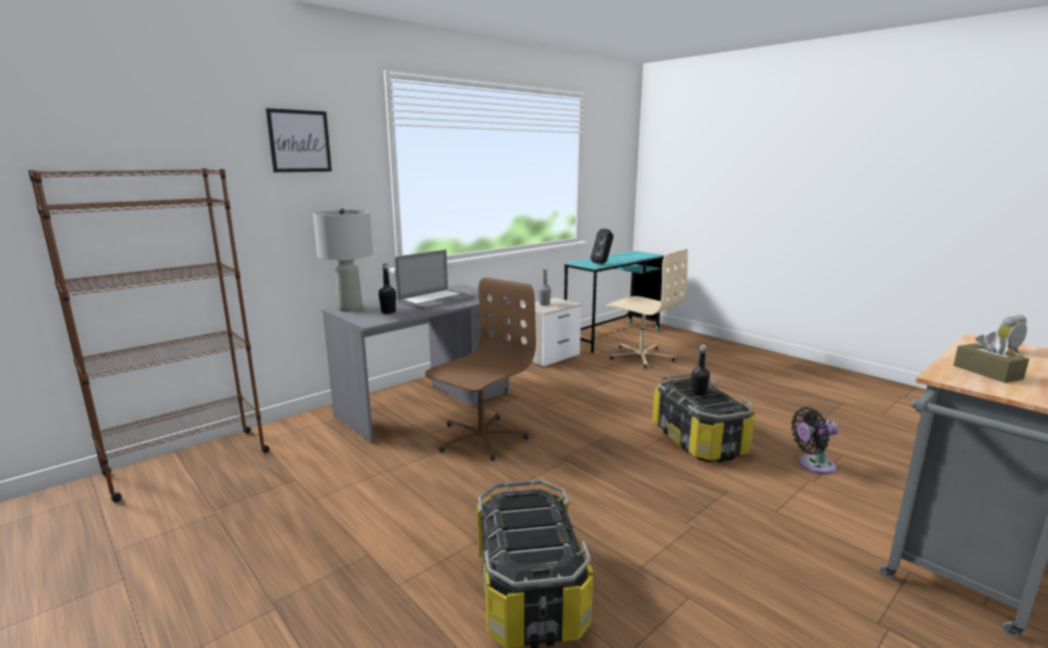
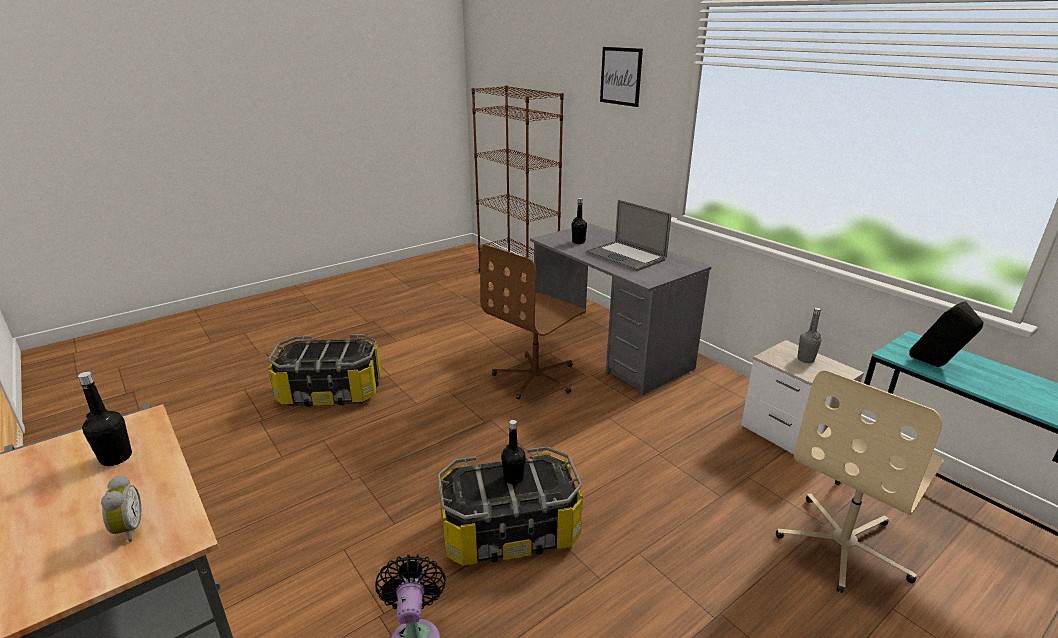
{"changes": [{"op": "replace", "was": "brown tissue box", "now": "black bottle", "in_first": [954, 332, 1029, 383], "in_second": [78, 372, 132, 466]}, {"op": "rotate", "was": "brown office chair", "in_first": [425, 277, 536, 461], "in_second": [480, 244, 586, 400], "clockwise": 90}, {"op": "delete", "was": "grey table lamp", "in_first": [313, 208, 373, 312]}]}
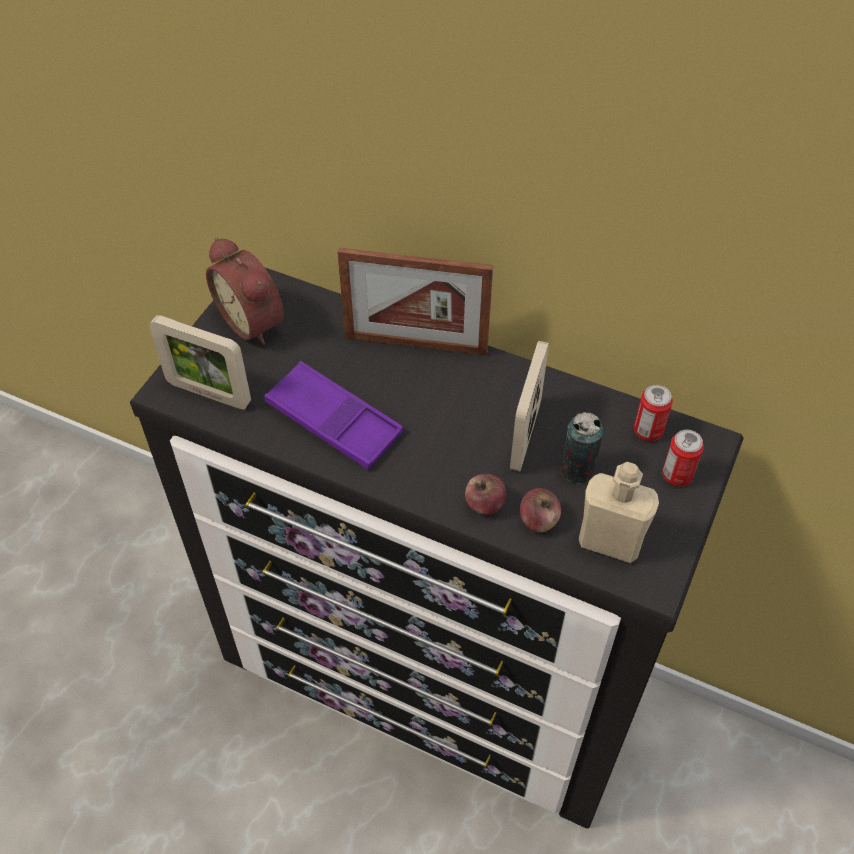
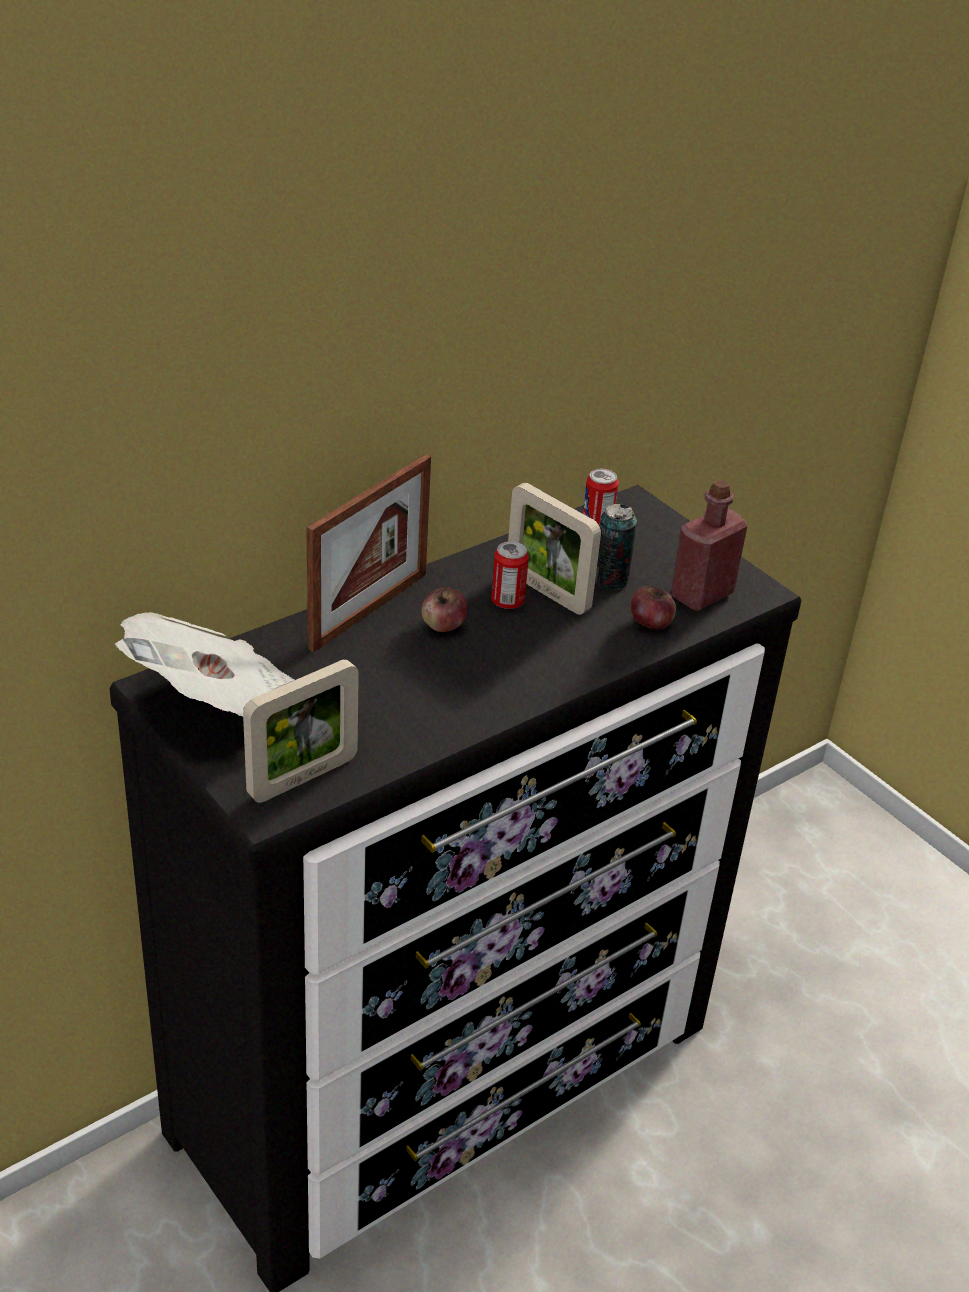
{"changes": [{"op": "replace", "was": "alarm clock", "now": "newspaper", "in_first": [206, 237, 284, 345], "in_second": [115, 612, 295, 716]}, {"op": "move", "was": "apple", "in_first": [465, 473, 506, 515], "in_second": [421, 588, 468, 632]}, {"op": "move", "was": "can", "in_first": [662, 430, 704, 486], "in_second": [491, 541, 529, 609]}, {"op": "recolor", "was": "beige bottle", "now": "red bottle", "in_first": [579, 462, 659, 563], "in_second": [671, 480, 747, 611]}, {"op": "delete", "was": "purple tray", "in_first": [264, 361, 403, 470]}]}
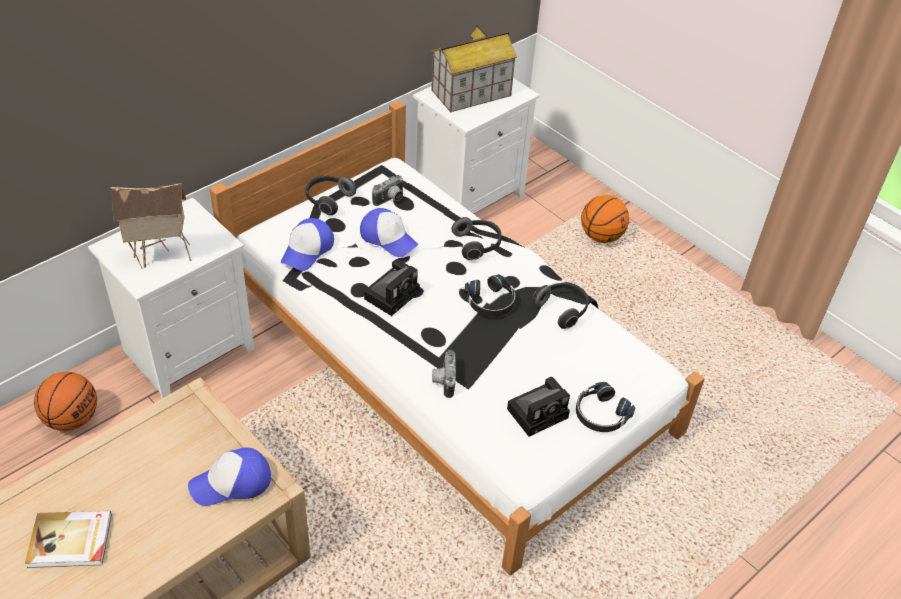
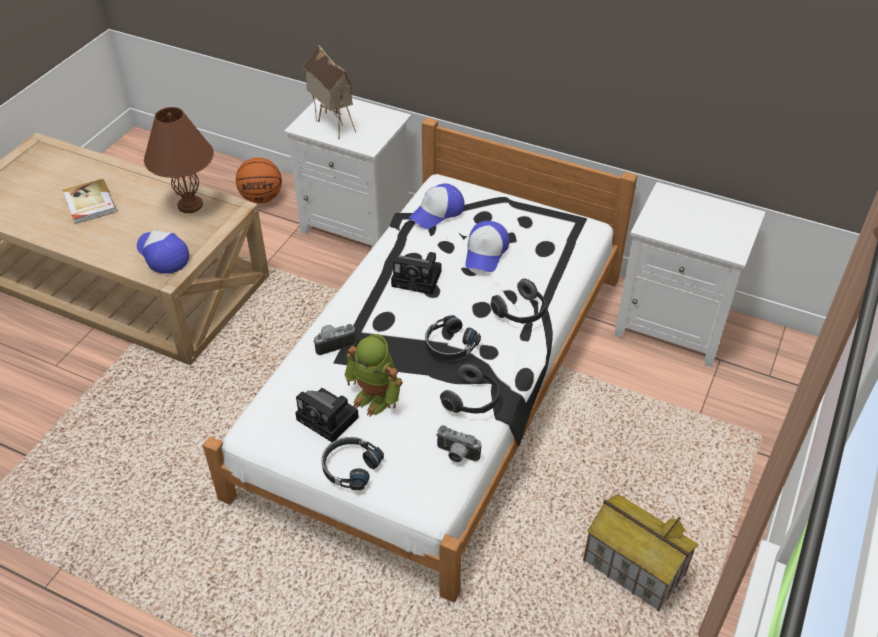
{"changes": [{"op": "insert", "now": "brown table lamp", "in_second": [144, 107, 214, 213]}, {"op": "insert", "now": "toy robot", "in_second": [344, 334, 403, 417]}, {"op": "rotate", "was": "cap", "in_first": [281, 218, 334, 271], "in_second": [409, 184, 465, 229], "clockwise": -45}, {"op": "move", "was": "photo camera", "in_first": [372, 175, 404, 206], "in_second": [436, 425, 481, 463]}, {"op": "move", "was": "toy house", "in_first": [431, 25, 517, 113], "in_second": [583, 494, 699, 612]}, {"op": "delete", "was": "headphones", "in_first": [306, 176, 356, 215]}, {"op": "delete", "was": "basketball", "in_first": [581, 195, 629, 243]}]}
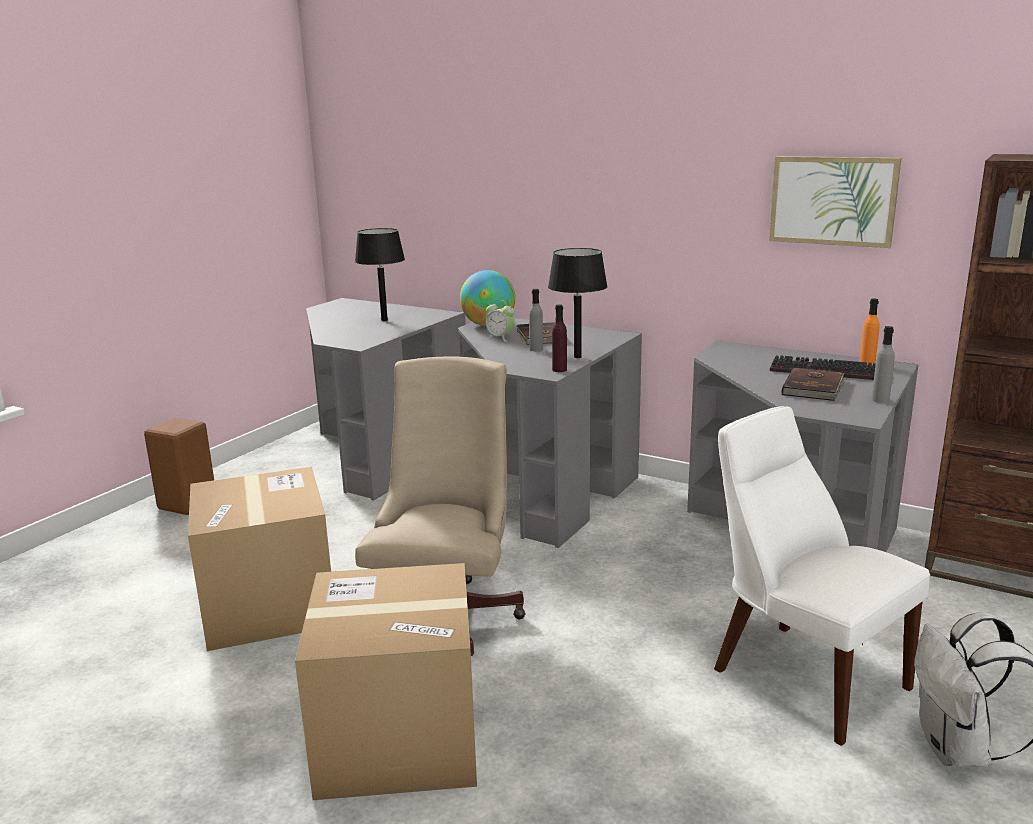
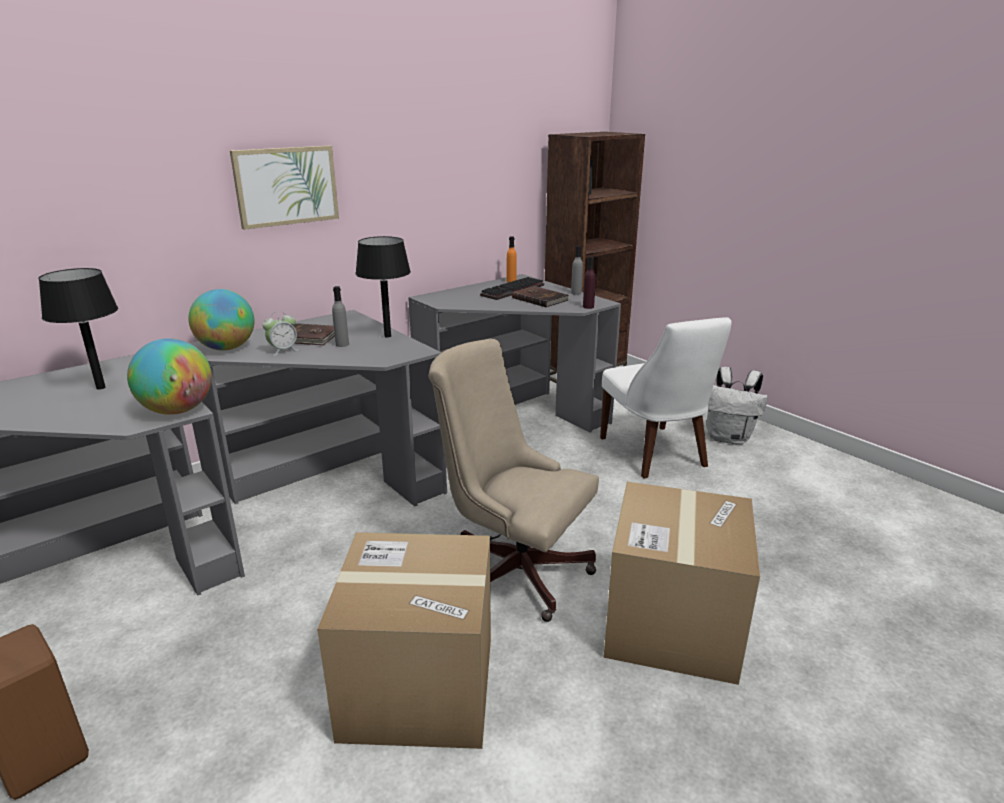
{"changes": [{"op": "insert", "now": "globe", "in_second": [127, 338, 212, 415]}, {"op": "move", "was": "picture", "in_first": [769, 156, 902, 248], "in_second": [230, 146, 339, 230]}, {"op": "move", "was": "purple bottle", "in_first": [552, 304, 567, 372], "in_second": [583, 256, 596, 309]}, {"op": "rotate", "was": "white chair", "in_first": [714, 406, 930, 746], "in_second": [600, 317, 732, 478], "clockwise": -90}]}
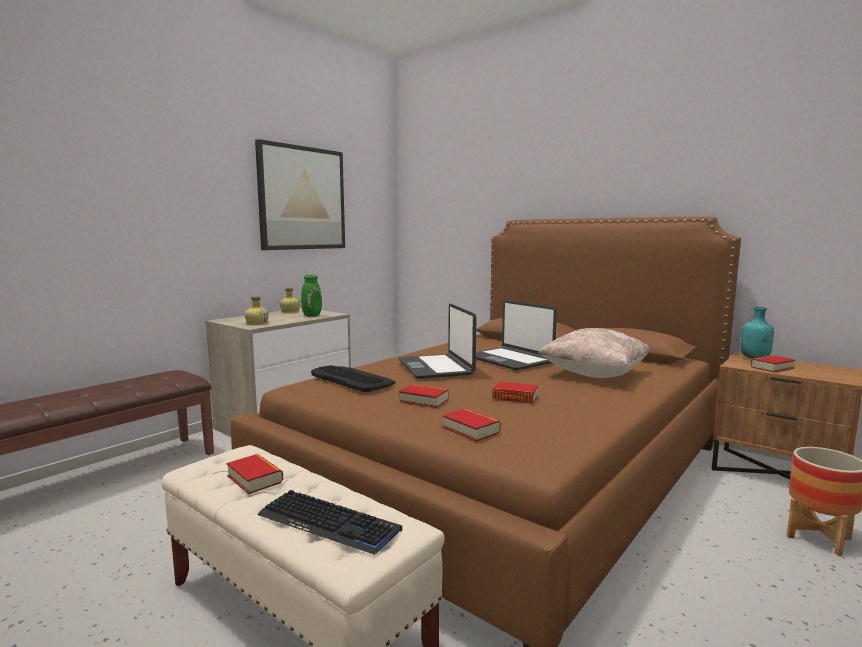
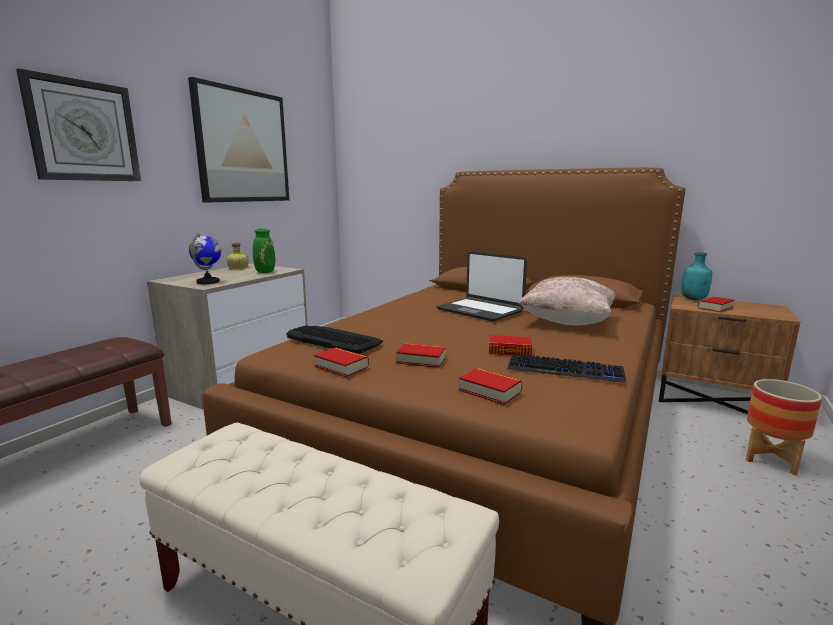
{"changes": [{"op": "insert", "now": "wall clock", "in_second": [16, 68, 141, 181]}, {"op": "replace", "was": "bottle", "now": "globe", "in_first": [245, 296, 269, 325], "in_second": [189, 233, 221, 284]}, {"op": "move", "was": "book", "in_first": [226, 454, 283, 494], "in_second": [314, 347, 369, 377]}, {"op": "move", "was": "keyboard", "in_first": [257, 490, 402, 555], "in_second": [507, 353, 626, 383]}, {"op": "delete", "was": "laptop", "in_first": [399, 304, 476, 379]}]}
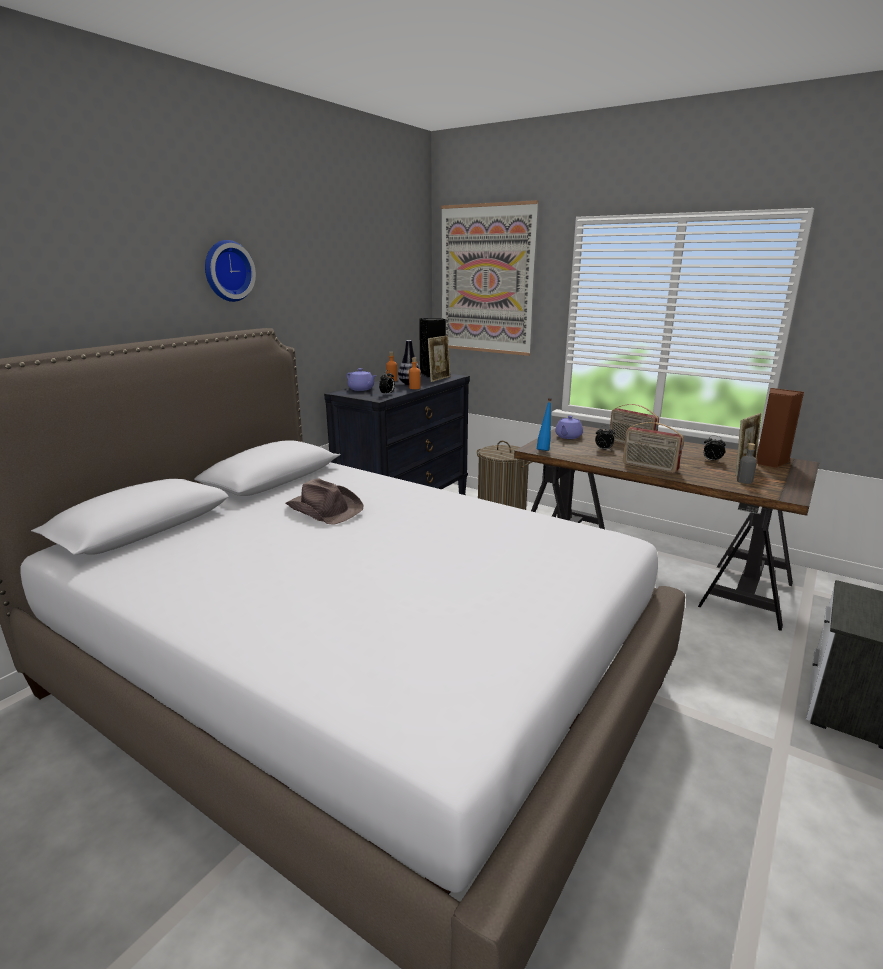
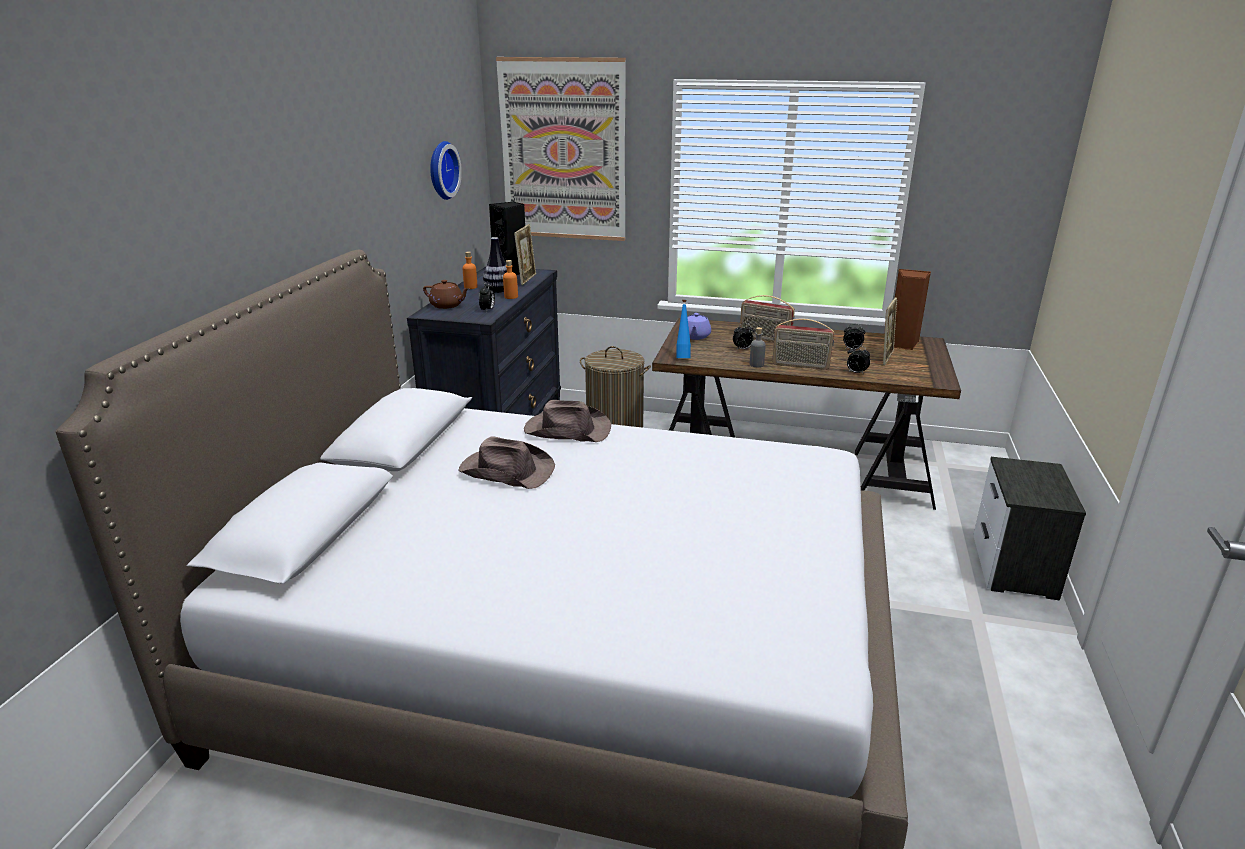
{"changes": [{"op": "recolor", "was": "purple teapot", "now": "brown teapot", "in_first": [347, 368, 377, 391], "in_second": [423, 280, 470, 309]}, {"op": "move", "was": "wall clock", "in_first": [205, 240, 256, 302], "in_second": [430, 141, 462, 200]}, {"op": "insert", "now": "brown hat", "in_second": [524, 400, 611, 442]}, {"op": "move", "was": "grey bottle", "in_first": [737, 443, 757, 484], "in_second": [750, 327, 766, 367]}, {"op": "insert", "now": "alarm clock", "in_second": [847, 345, 870, 375]}]}
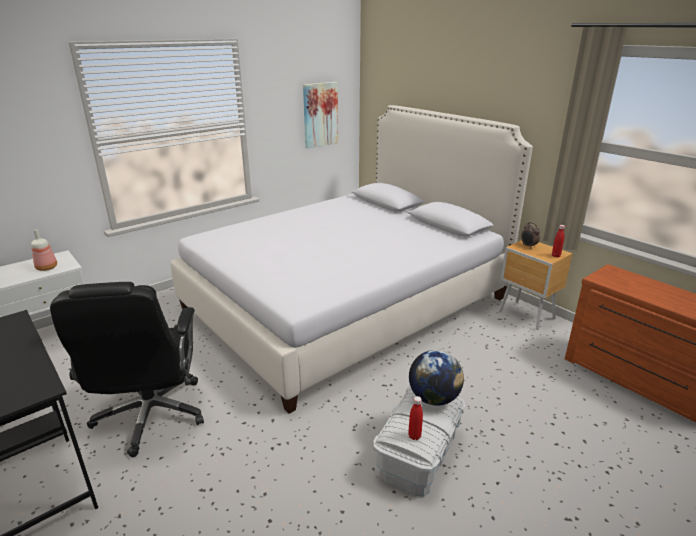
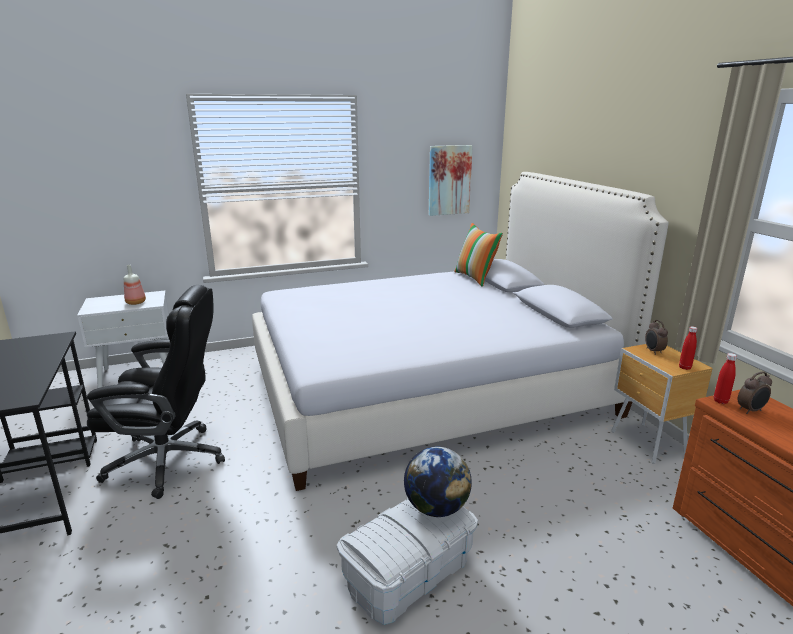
{"changes": [{"op": "rotate", "was": "black office chair", "in_first": [50, 282, 204, 457], "in_second": [87, 285, 225, 499], "clockwise": -105}, {"op": "insert", "now": "pillow", "in_second": [454, 223, 503, 287]}, {"op": "move", "was": "red bottle", "in_first": [408, 396, 423, 440], "in_second": [714, 353, 737, 404]}, {"op": "insert", "now": "alarm clock", "in_second": [738, 372, 772, 414]}]}
